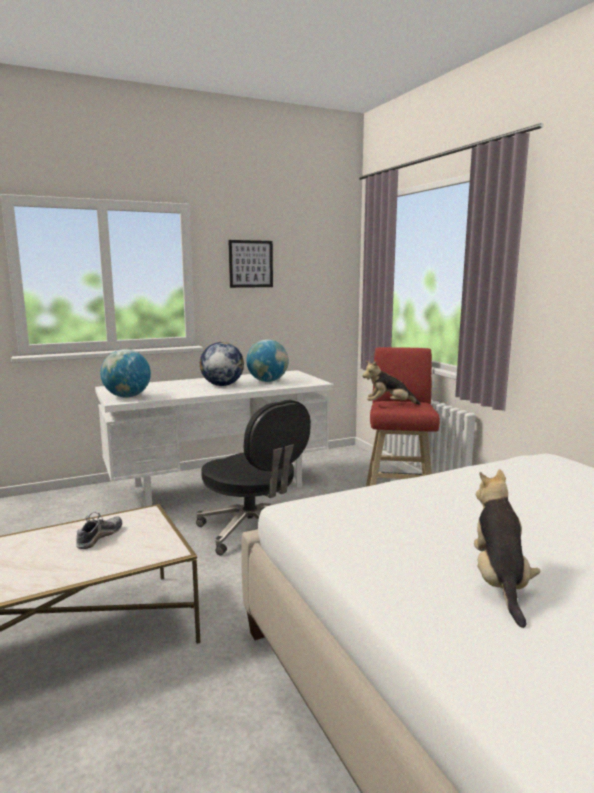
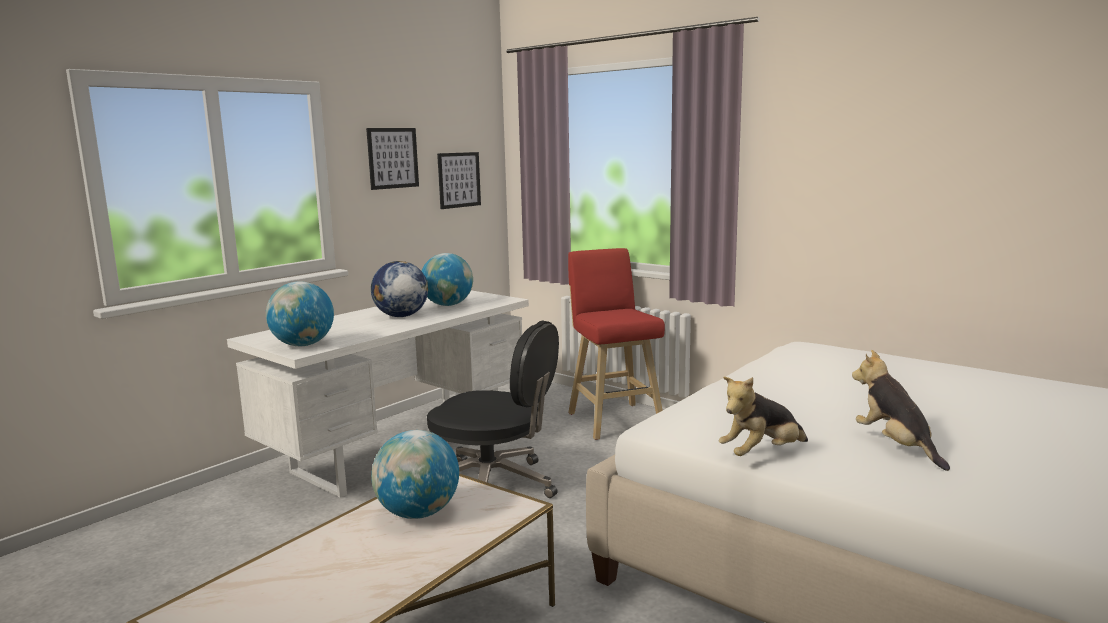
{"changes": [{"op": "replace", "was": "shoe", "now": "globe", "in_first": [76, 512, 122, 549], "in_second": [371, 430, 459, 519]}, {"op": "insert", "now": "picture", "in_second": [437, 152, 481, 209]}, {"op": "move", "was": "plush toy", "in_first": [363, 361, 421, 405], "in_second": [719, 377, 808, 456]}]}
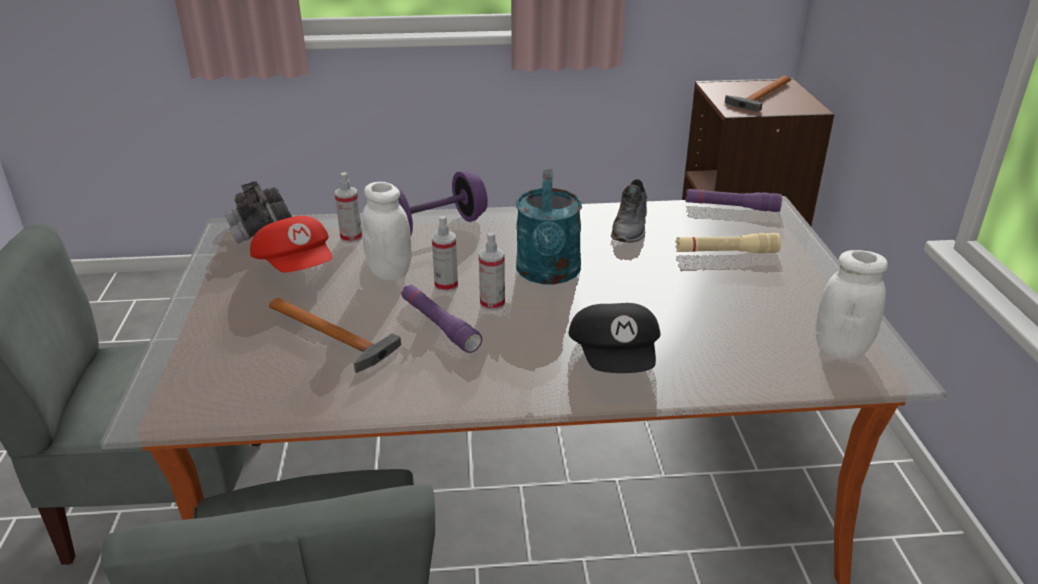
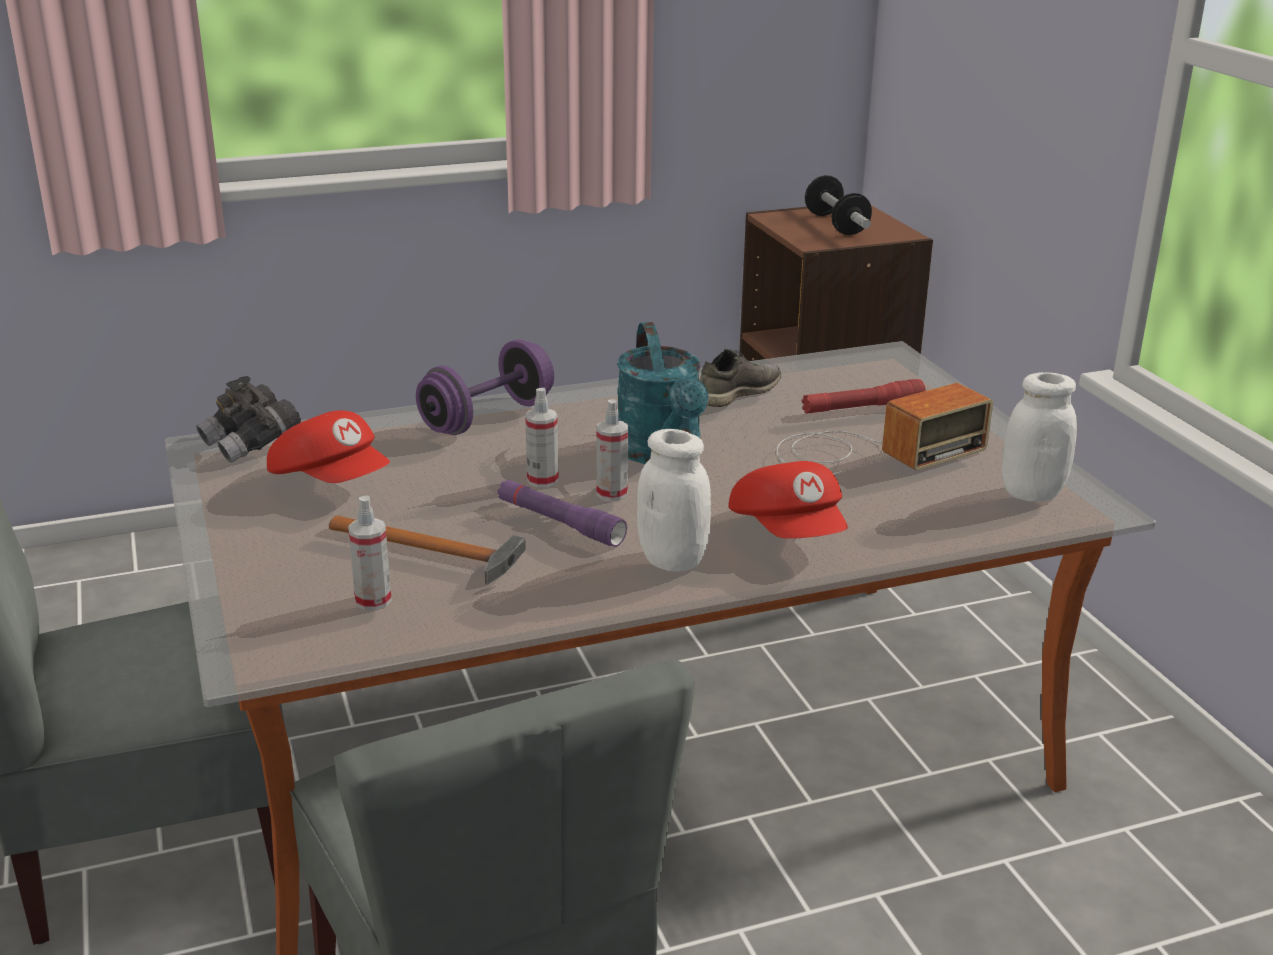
{"changes": [{"op": "move", "was": "spray bottle", "in_first": [335, 172, 362, 243], "in_second": [348, 495, 392, 610]}, {"op": "move", "was": "white jar", "in_first": [362, 182, 412, 280], "in_second": [637, 429, 711, 571]}, {"op": "rotate", "was": "grey shoe", "in_first": [611, 179, 647, 242], "in_second": [699, 349, 781, 407], "clockwise": -135}, {"op": "recolor", "was": "black cap", "now": "red cap", "in_first": [568, 303, 661, 373], "in_second": [728, 461, 848, 539]}, {"op": "insert", "now": "radio", "in_second": [776, 383, 993, 474]}, {"op": "recolor", "was": "beige flashlight", "now": "red flashlight", "in_first": [675, 233, 781, 253], "in_second": [802, 379, 926, 414]}, {"op": "replace", "was": "hammer", "now": "dumbbell", "in_first": [725, 76, 790, 112], "in_second": [805, 175, 872, 235]}, {"op": "delete", "was": "purple flashlight", "in_first": [685, 189, 782, 212]}]}
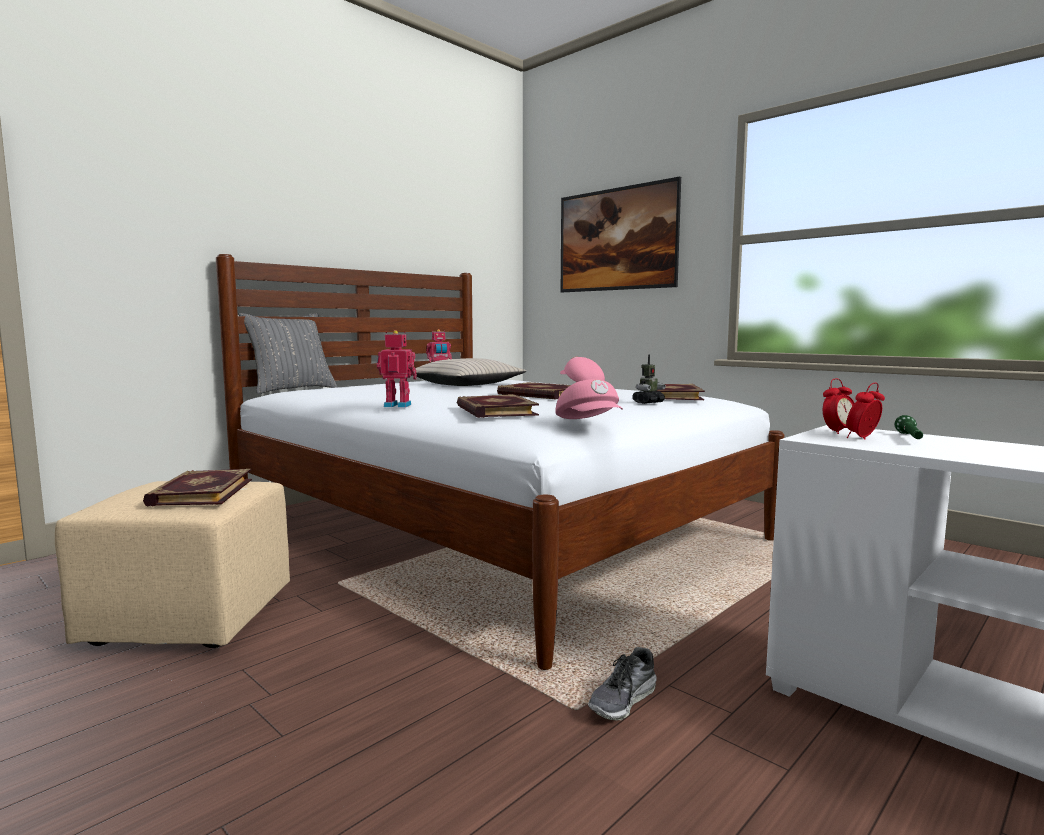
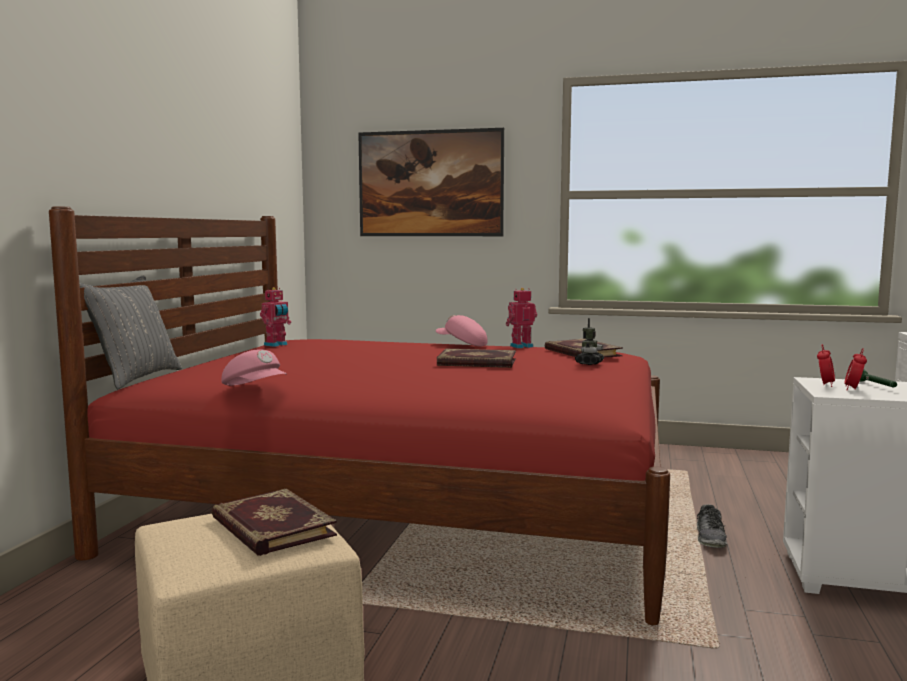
{"changes": [{"op": "recolor", "was": "white bed", "now": "red bed", "in_first": [216, 254, 784, 670], "in_second": [49, 207, 670, 625]}, {"op": "move", "was": "pink cap", "in_first": [555, 379, 623, 419], "in_second": [222, 349, 287, 386]}, {"op": "move", "was": "toy robot", "in_first": [377, 330, 417, 408], "in_second": [506, 288, 537, 348]}, {"op": "move", "was": "shoe", "in_first": [588, 647, 657, 720], "in_second": [697, 504, 727, 548]}, {"op": "delete", "was": "beige pillow", "in_first": [412, 358, 526, 386]}, {"op": "delete", "was": "book", "in_first": [457, 394, 539, 418]}]}
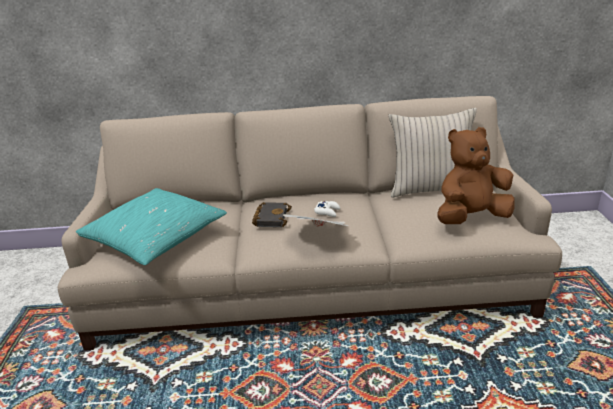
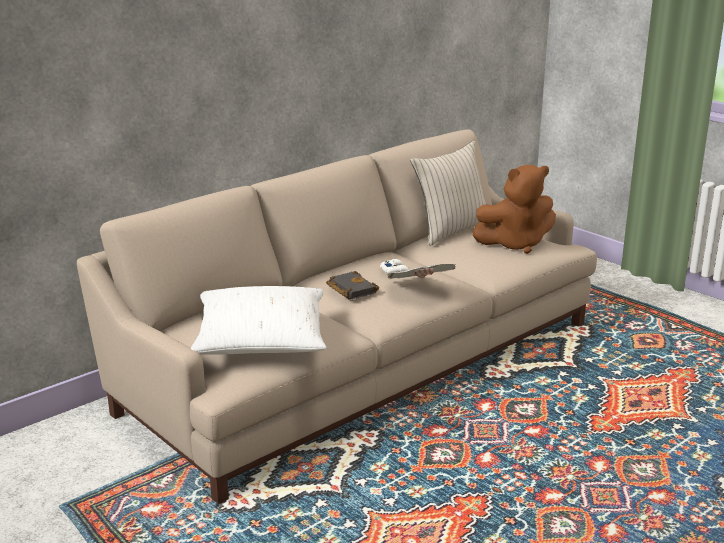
{"changes": [{"op": "recolor", "was": "turquoise pillow", "now": "white pillow", "in_first": [76, 188, 227, 265], "in_second": [191, 286, 326, 355]}, {"op": "rotate", "was": "brown plush toy", "in_first": [437, 127, 515, 224], "in_second": [472, 165, 556, 254], "clockwise": -135}]}
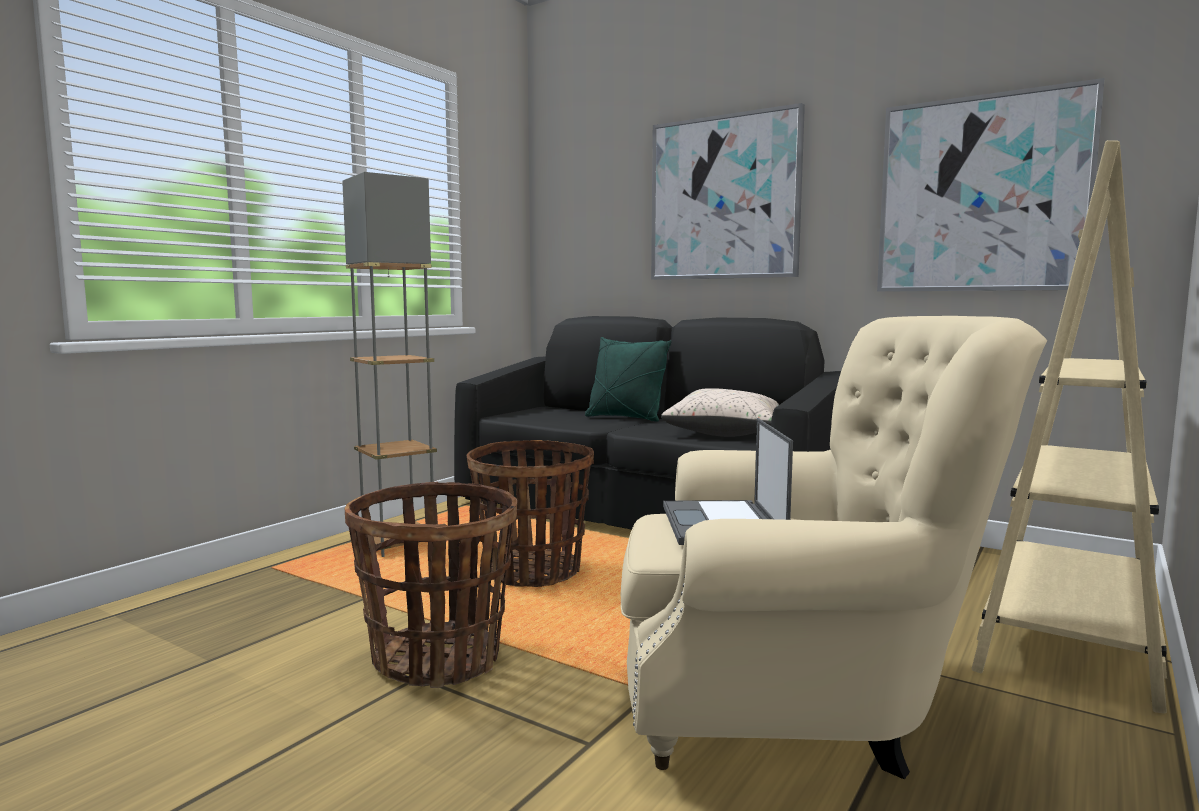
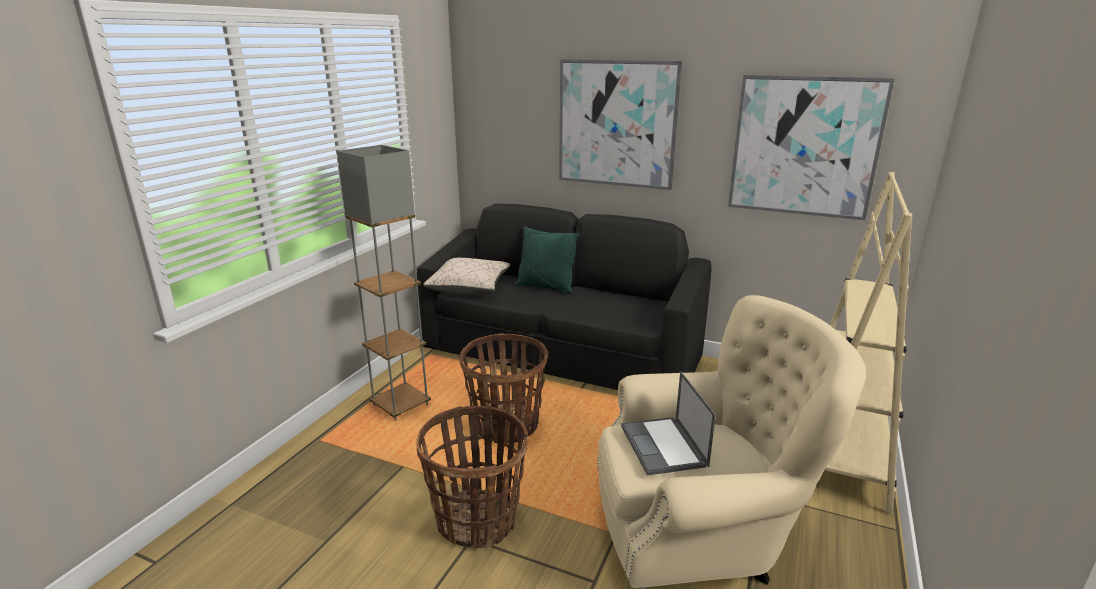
{"changes": [{"op": "move", "was": "beige pillow", "in_first": [661, 388, 779, 437], "in_second": [423, 258, 510, 296]}]}
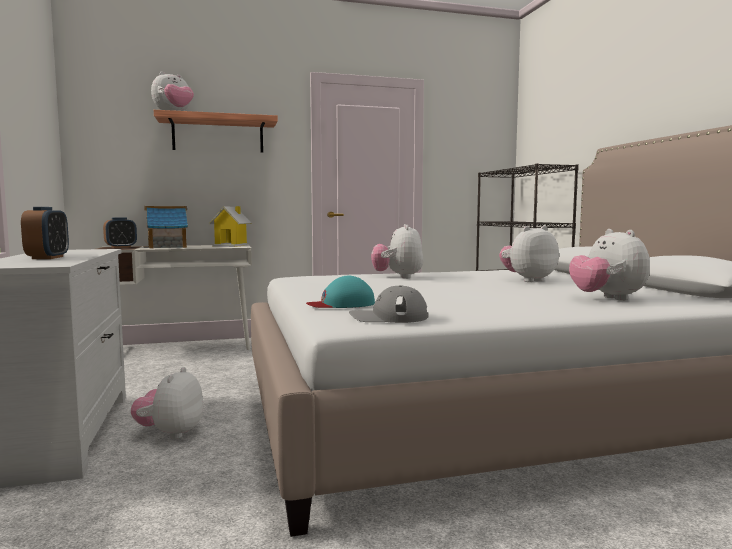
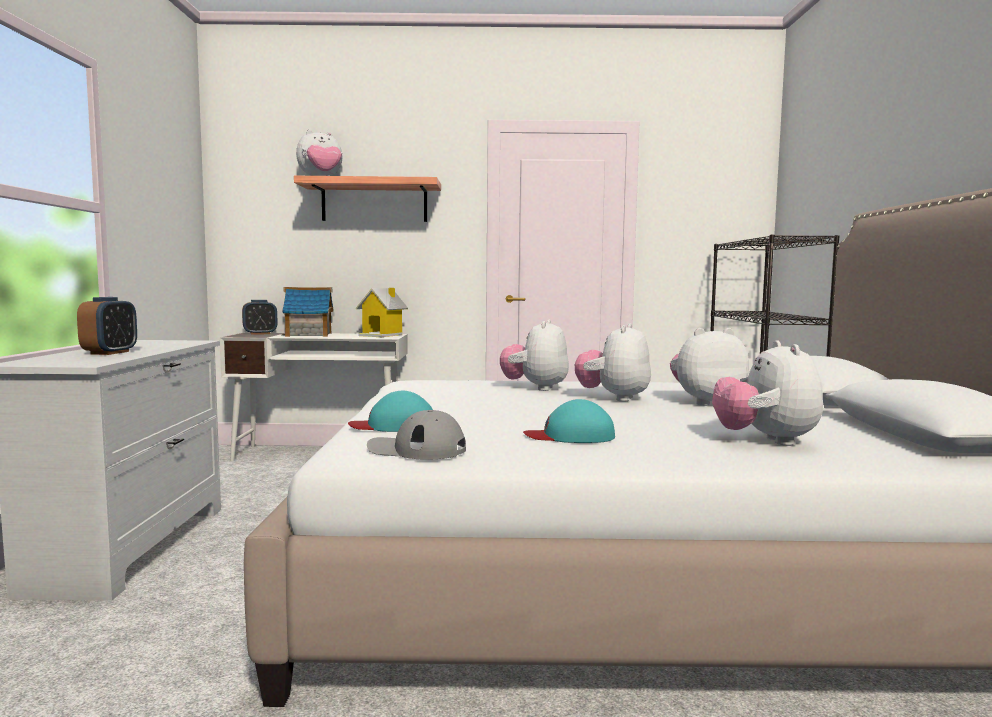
{"changes": [{"op": "insert", "now": "turquoise cap", "in_second": [523, 399, 615, 443]}, {"op": "move", "was": "plush toy", "in_first": [131, 367, 203, 439], "in_second": [575, 324, 651, 402]}]}
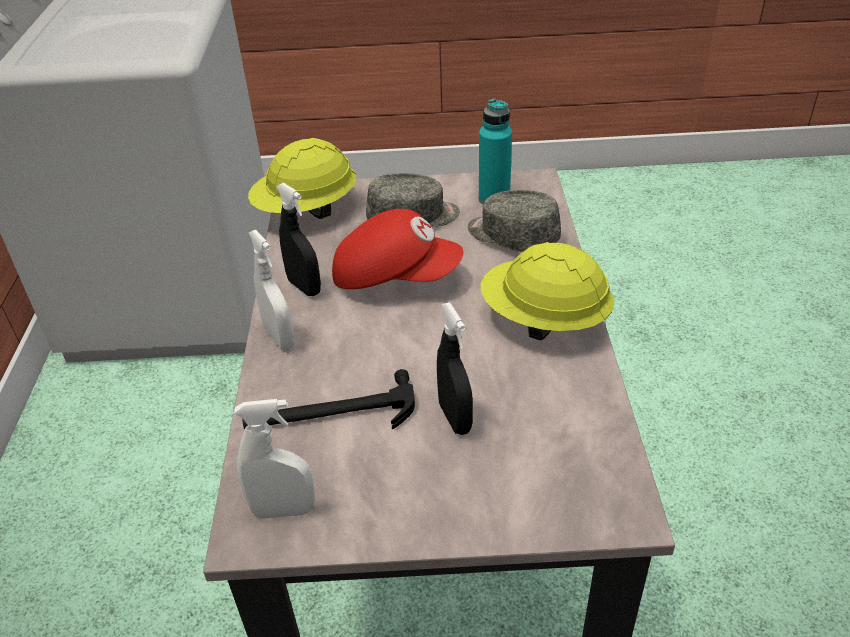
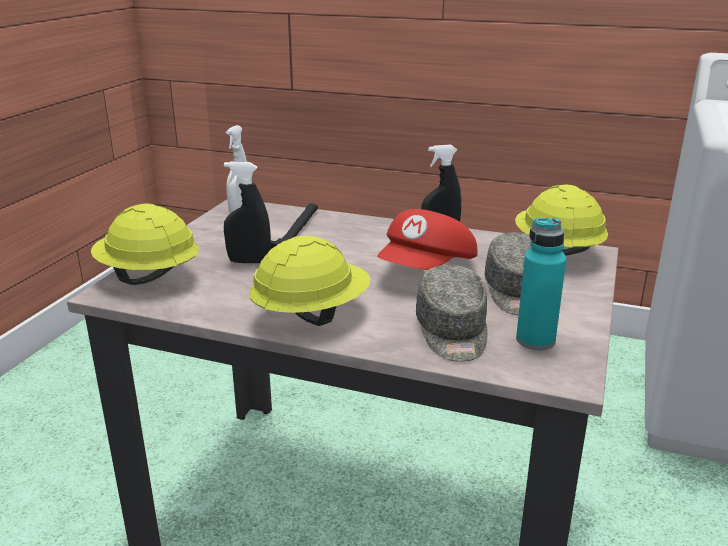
{"changes": [{"op": "insert", "now": "yellow hard hat", "in_second": [91, 204, 199, 285]}, {"op": "rotate", "was": "grey cap", "in_first": [468, 190, 561, 252], "in_second": [416, 265, 487, 362], "clockwise": 120}, {"op": "delete", "was": "white spray bottle", "in_first": [249, 230, 295, 350]}]}
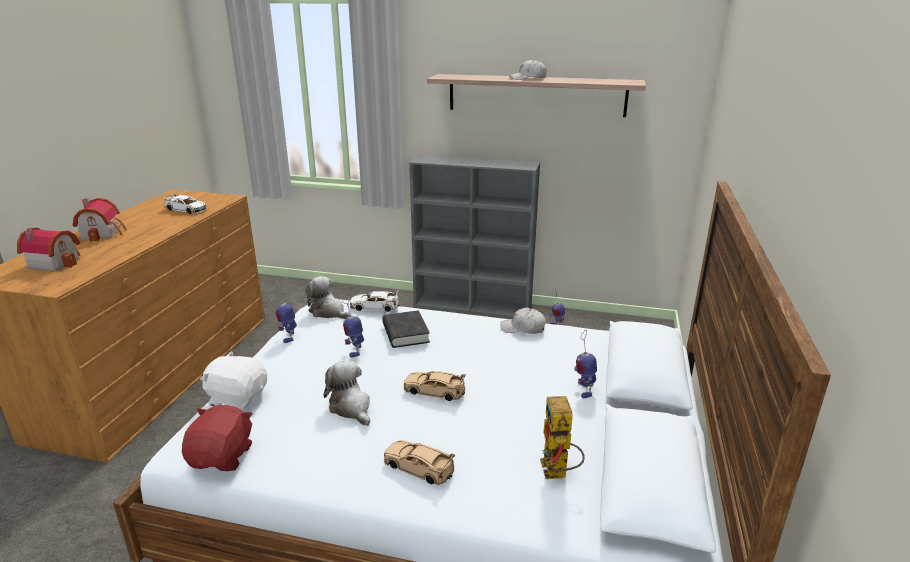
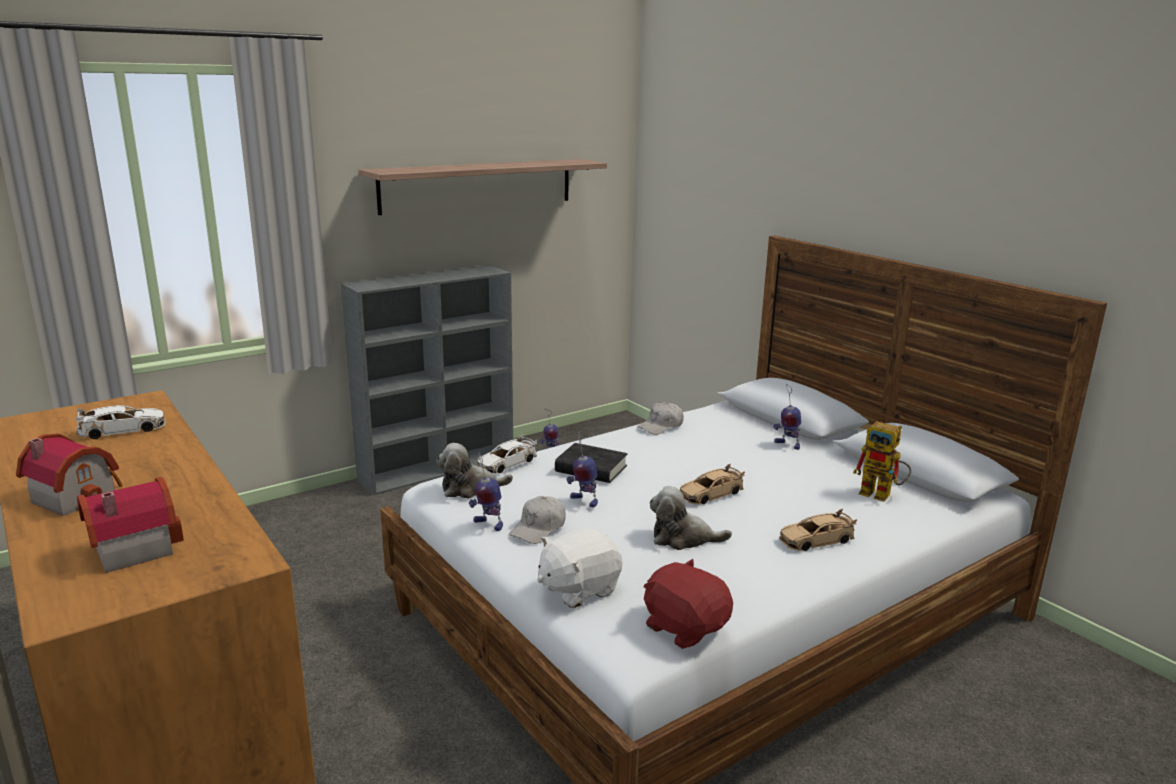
{"changes": [{"op": "move", "was": "white cap", "in_first": [509, 59, 547, 80], "in_second": [509, 496, 566, 544]}]}
